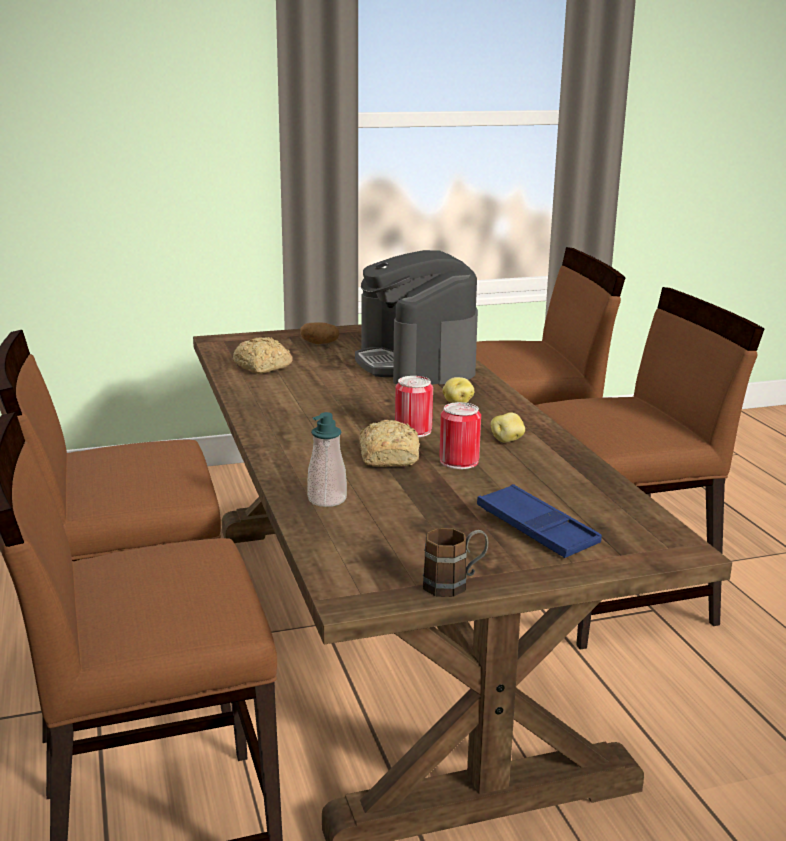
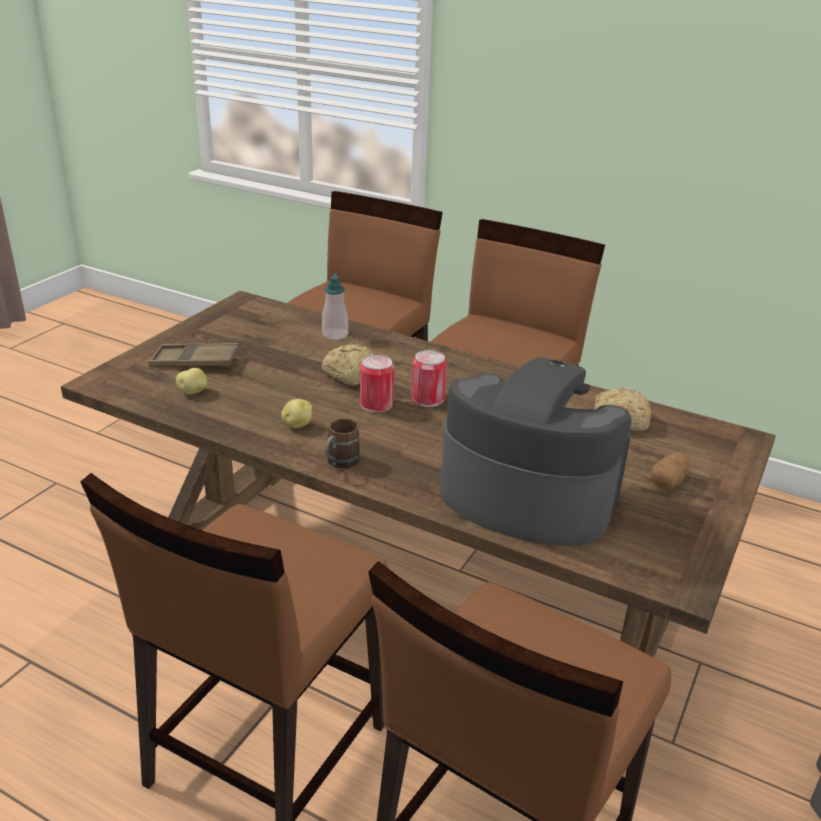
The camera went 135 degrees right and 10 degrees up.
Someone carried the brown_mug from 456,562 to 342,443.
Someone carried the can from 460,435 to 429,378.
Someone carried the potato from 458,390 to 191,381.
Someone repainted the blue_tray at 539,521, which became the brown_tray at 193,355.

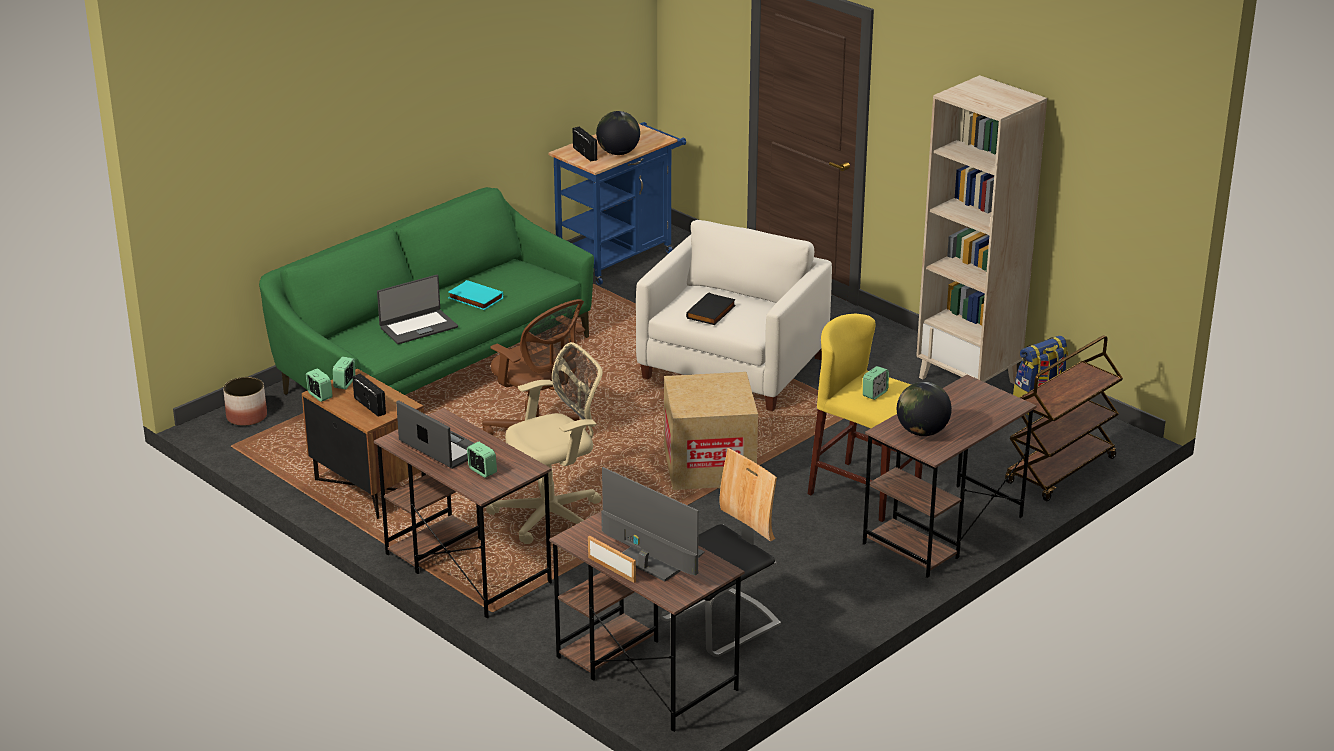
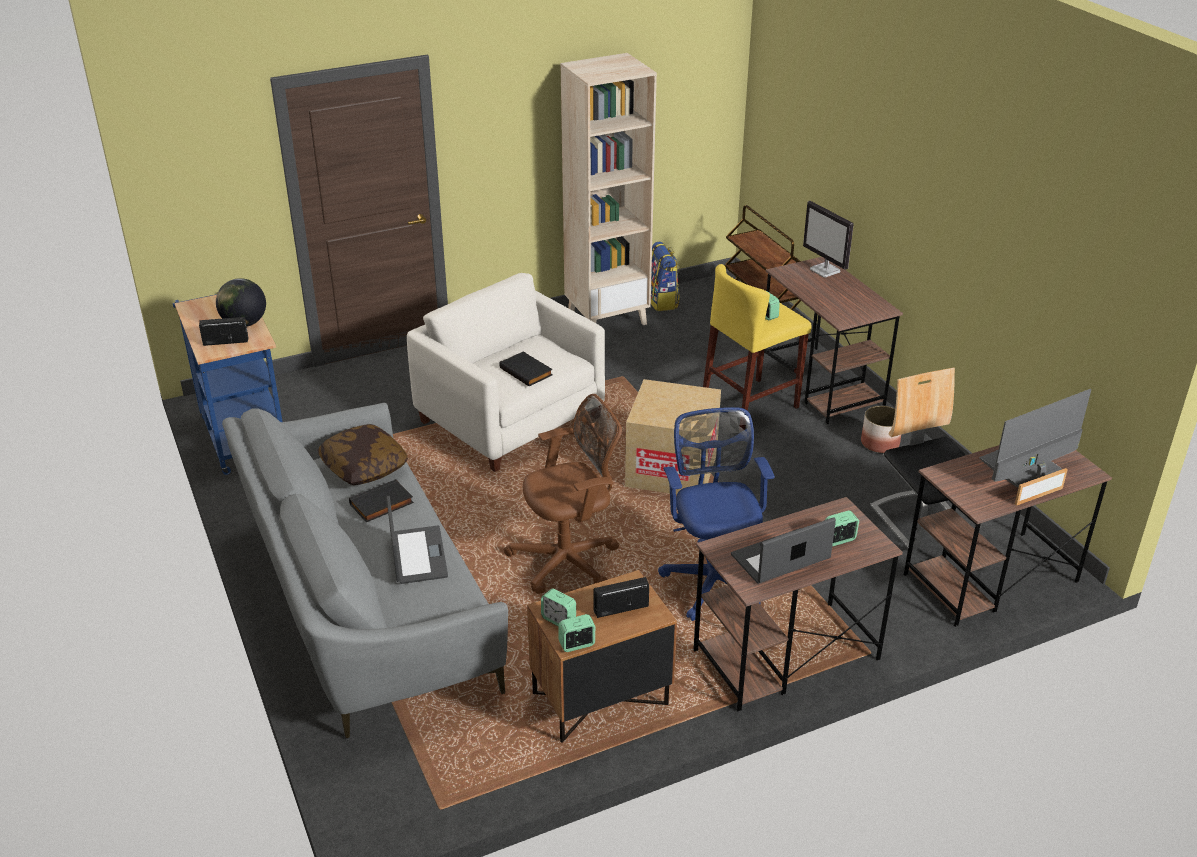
The camera went 70 degrees left and 5 degrees up.
Someone carried the planter from 245,401 to 881,429.
Someone repainted the green_sofa at 426,291, which became the grey_sofa at 365,570.
Someone repainted the turquoise_book at 476,295, which became the black_book at 381,500.
Someone repainted the beige_office_chair at 544,443, which became the blue_office_chair at 716,514.
Someone took away the globe at 924,409.
Someone put down the pillow at 363,454.
Someone put down the monitor at 828,239.

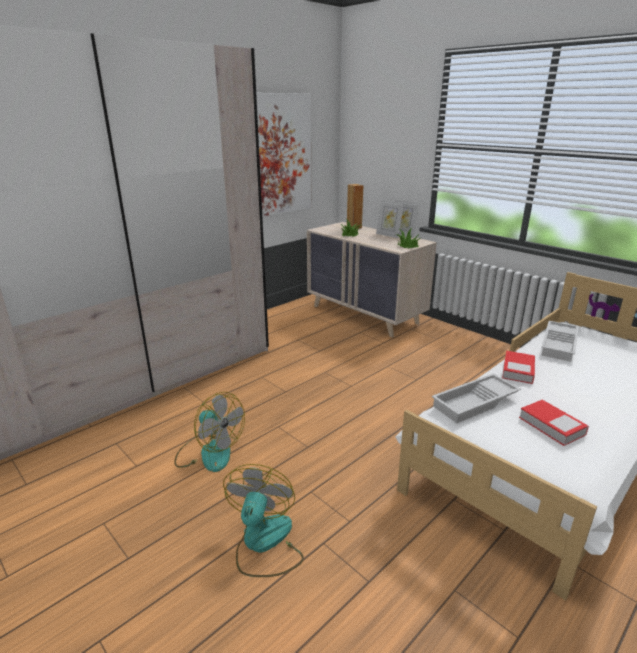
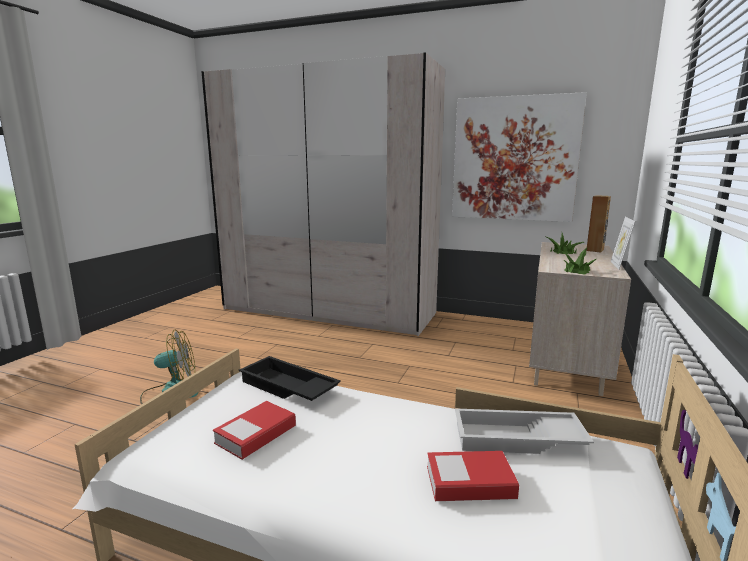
The camera went 65 degrees right and 10 degrees down.
Someone took away the fan at 209,432.
Someone took away the picture_frame at 390,219.
Someone repainted the white_tray at 476,398, which became the black_tray at 290,378.
Someone carried the book from 518,367 to 473,476.

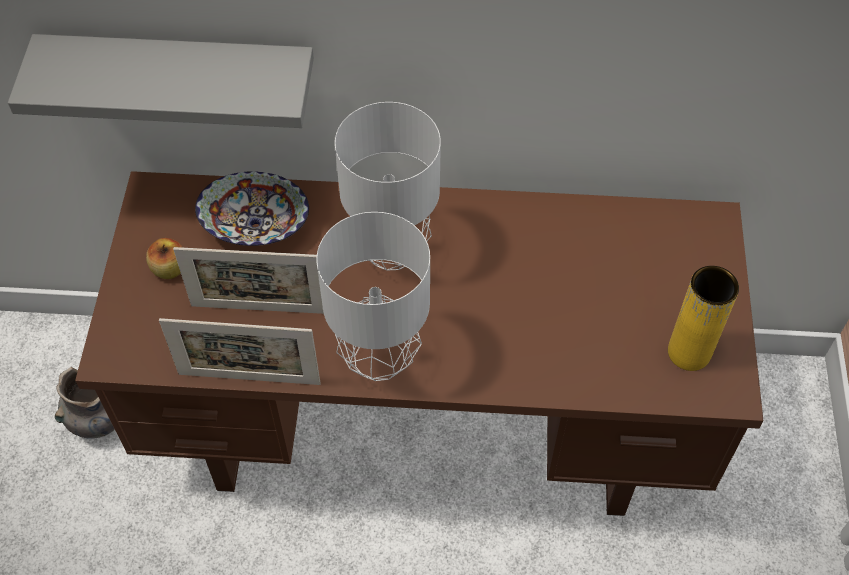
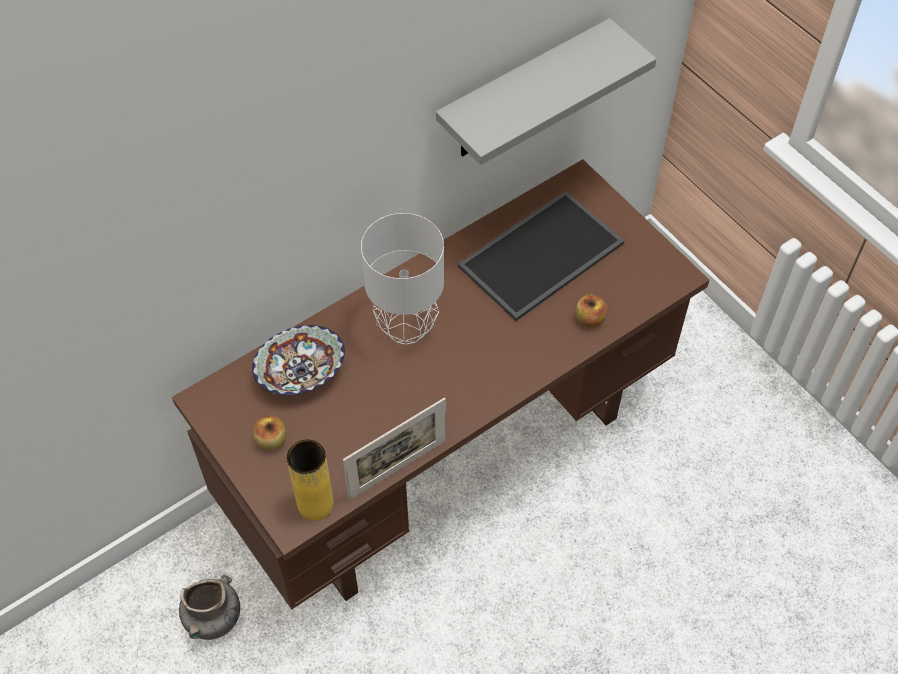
The camera went 40 degrees left and 0 degrees up.
Someone carried the grey_shelf from 161,81 to 546,91.
Someone took away the picture_frame at 248,280.
Someone took away the grey_table_lamp at 373,296.
Someone carried the yellow_vase from 703,318 to 310,480.
Someone put down the tray at 541,256.
Someone put down the apple at 591,310.

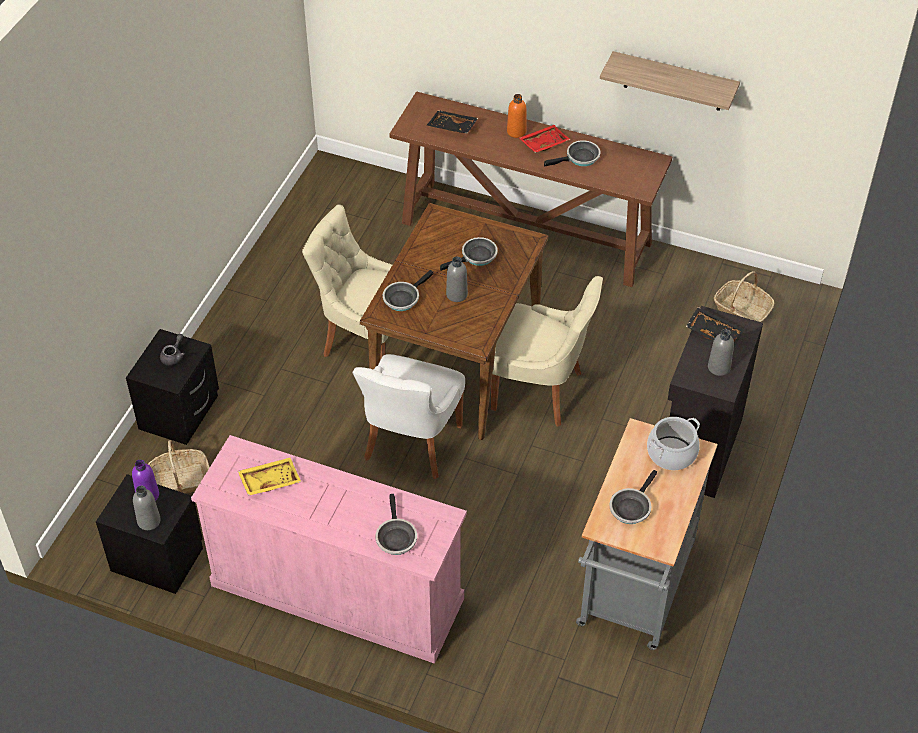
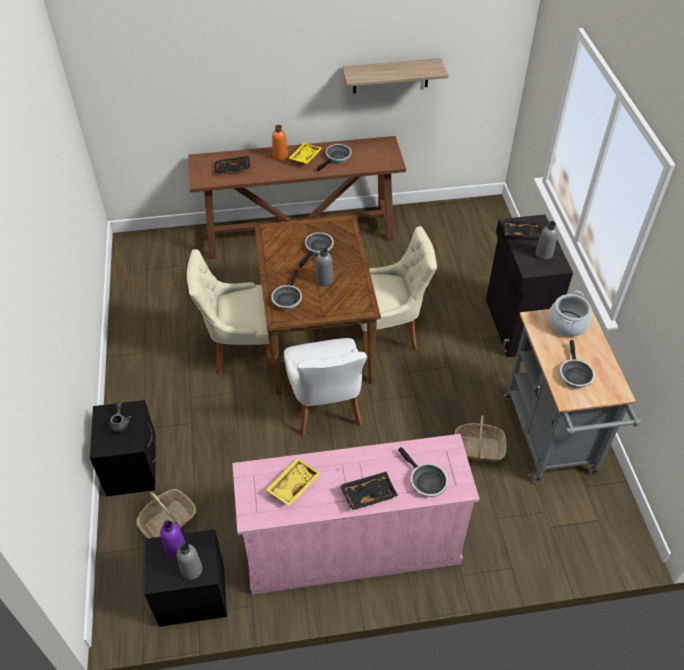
The camera went 30 degrees left and 0 degrees up.
Someone repainted the red_tray at 544,139, which became the yellow_tray at 305,153.
Someone carried the basket from 744,296 to 481,439.
Someone put down the black_tray at 369,491.

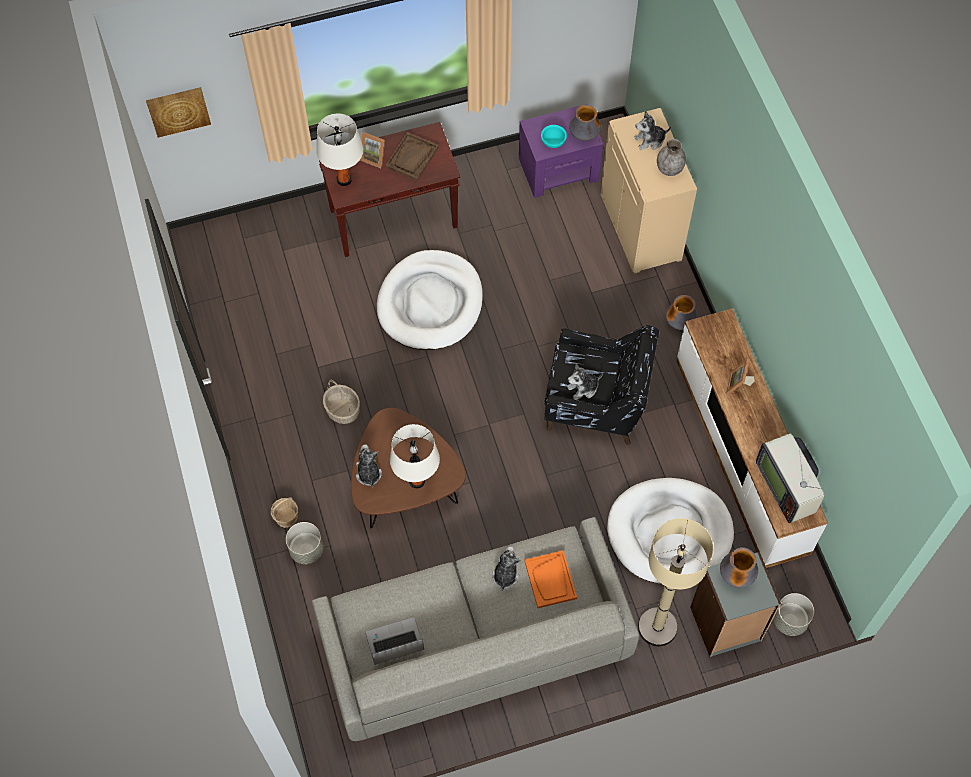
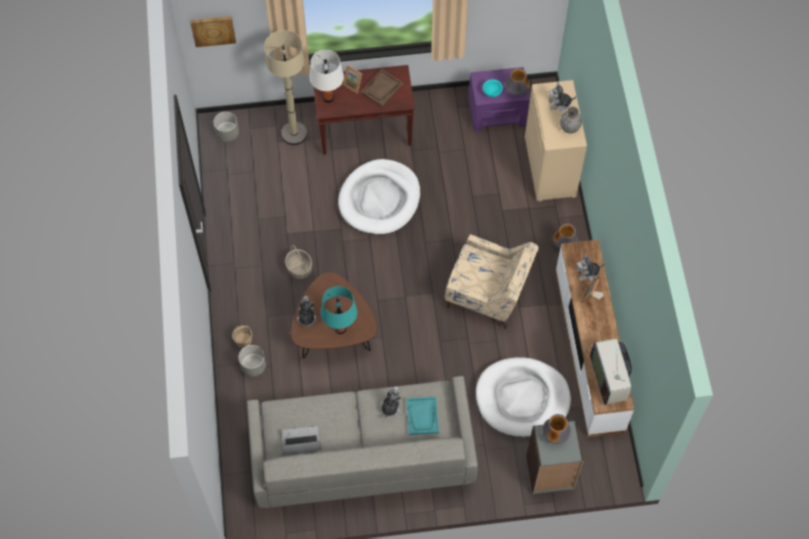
The camera went 10 degrees right and 0 degrees up.
Someone repainted the white_table_lamp at 415,456, which became the turquoise_table_lamp at 339,310.
Someone repainted the orange_tray at 551,579, which became the turquoise_tray at 422,416.
Someone repainted the black_armchair at 601,385, which became the beige_armchair at 492,281.
Someone carried the plush_toy from 585,382 to 590,267.
Someone carried the beige_floor_lamp from 675,582 to 285,87.
Someone carried the grey_planter from 794,614 to 226,127.

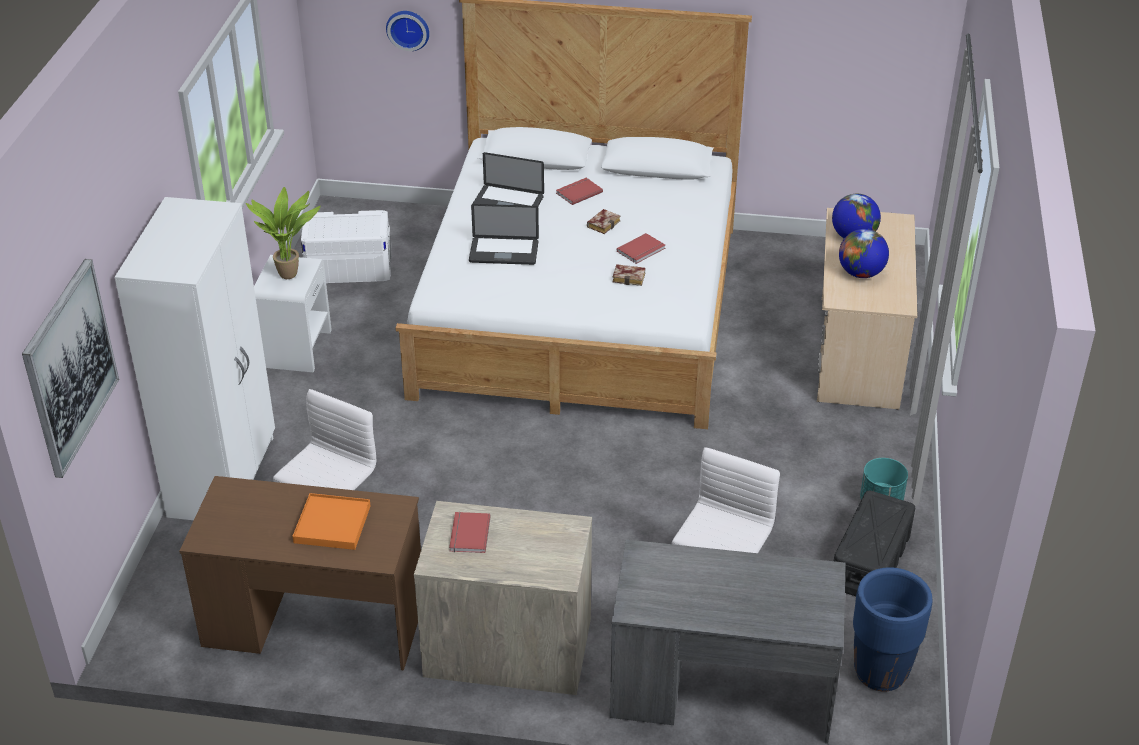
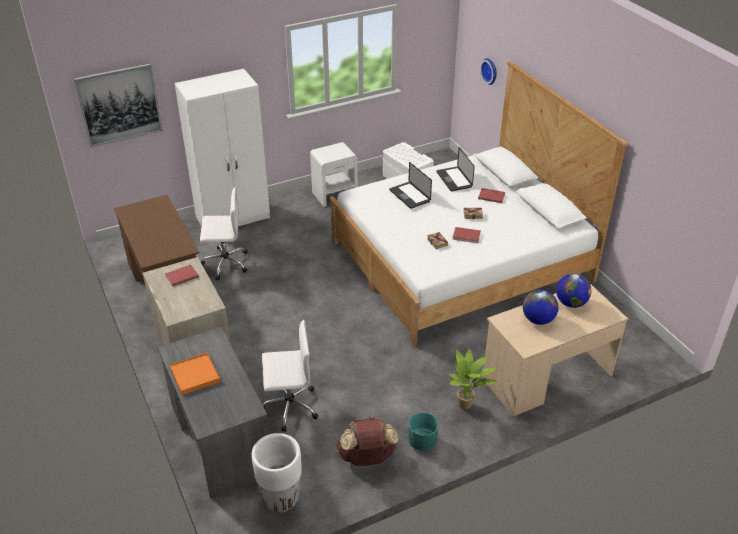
The camera went 55 degrees right and 0 degrees up.
Someone carried the potted_plant from 283,233 to 472,379.
Someone carried the orange_tray from 331,521 to 195,374.
Someone swapped the black_storage_box at 874,543 for the brown_backpack at 367,441.
Someone repainted the blue_planter at 892,629, which became the white_planter at 276,473.

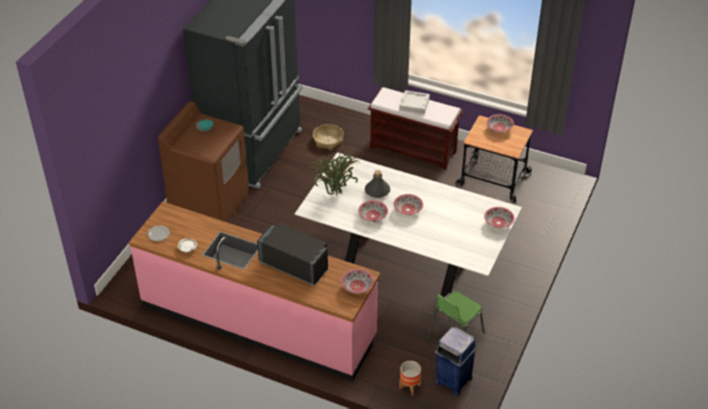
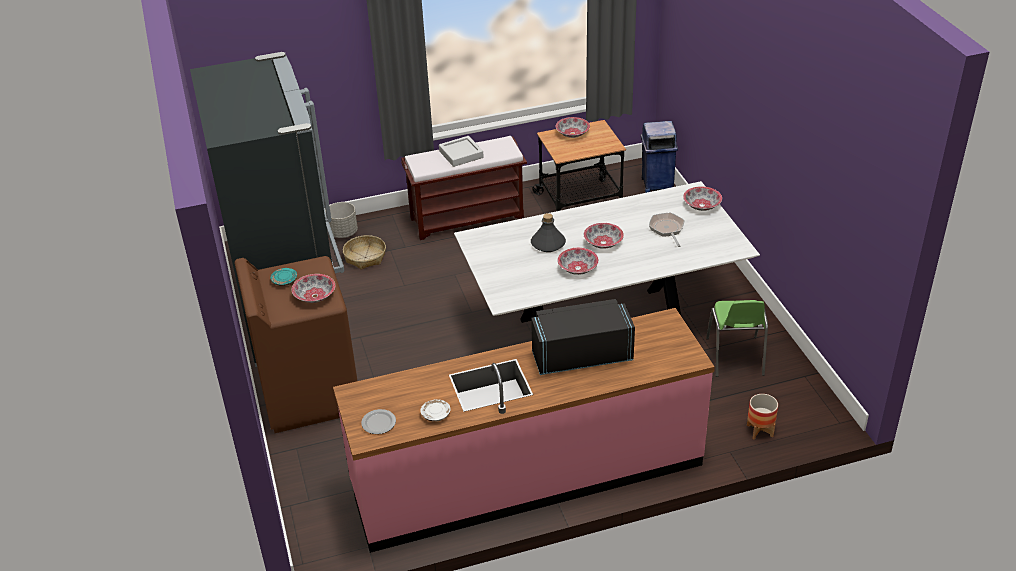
The camera went 40 degrees left and 5 degrees down.
Someone took away the potted_plant at 334,175.
Someone carried the bowl from 357,281 to 313,288.
Someone carried the blue_trash_can from 456,361 to 659,157.
Someone put down the grey_planter at 341,220.
Someone put down the frying_pan at 667,229.

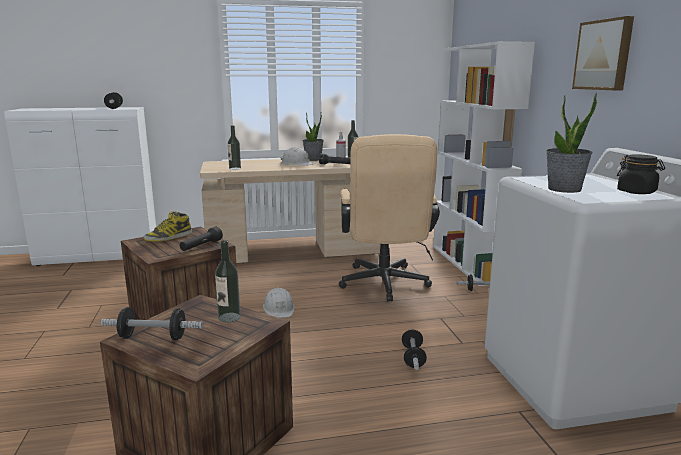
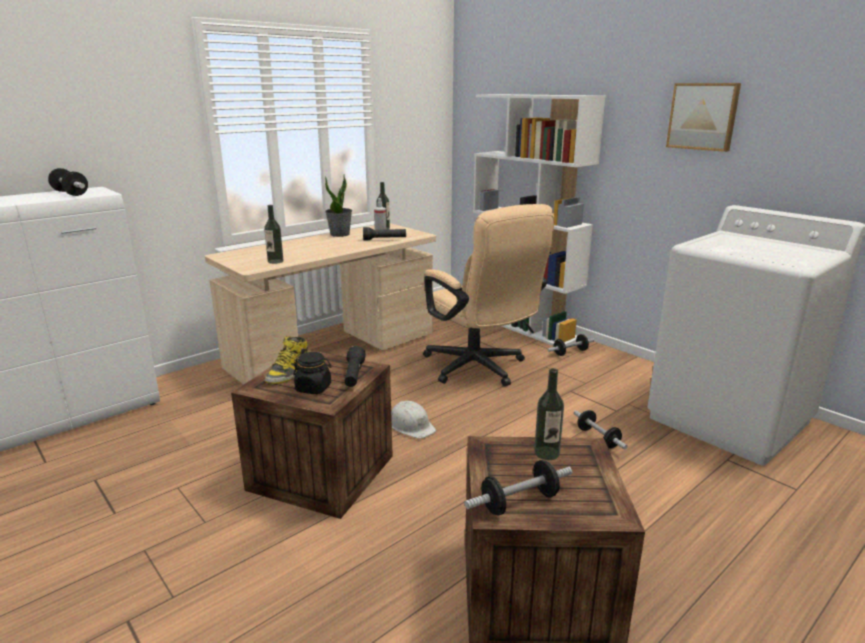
The camera went 30 degrees left and 5 degrees up.
Someone took away the white_hard_hat at 298,156.
Someone took away the potted_plant at 571,142.
Someone carried the black_jar from 641,174 to 312,373.

